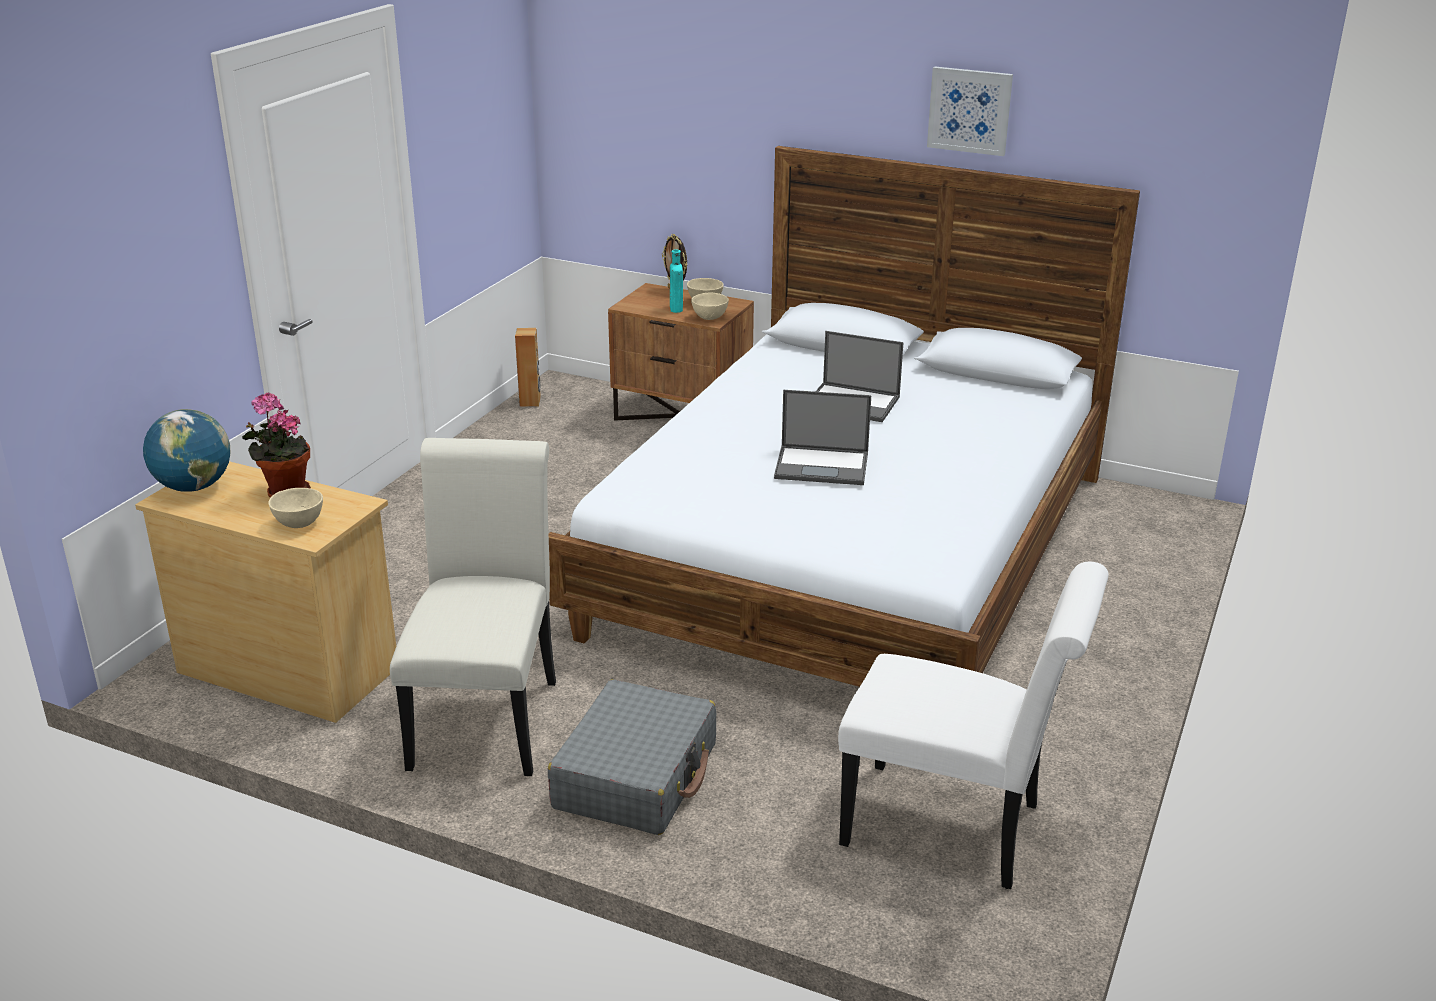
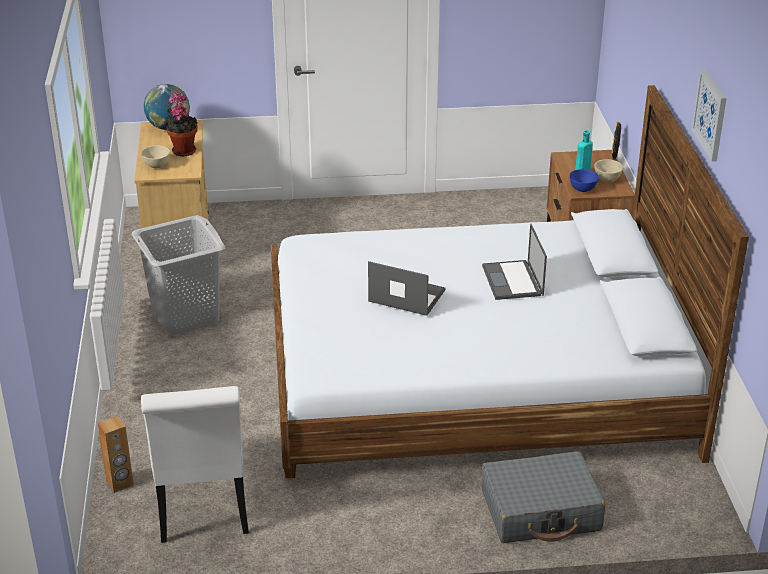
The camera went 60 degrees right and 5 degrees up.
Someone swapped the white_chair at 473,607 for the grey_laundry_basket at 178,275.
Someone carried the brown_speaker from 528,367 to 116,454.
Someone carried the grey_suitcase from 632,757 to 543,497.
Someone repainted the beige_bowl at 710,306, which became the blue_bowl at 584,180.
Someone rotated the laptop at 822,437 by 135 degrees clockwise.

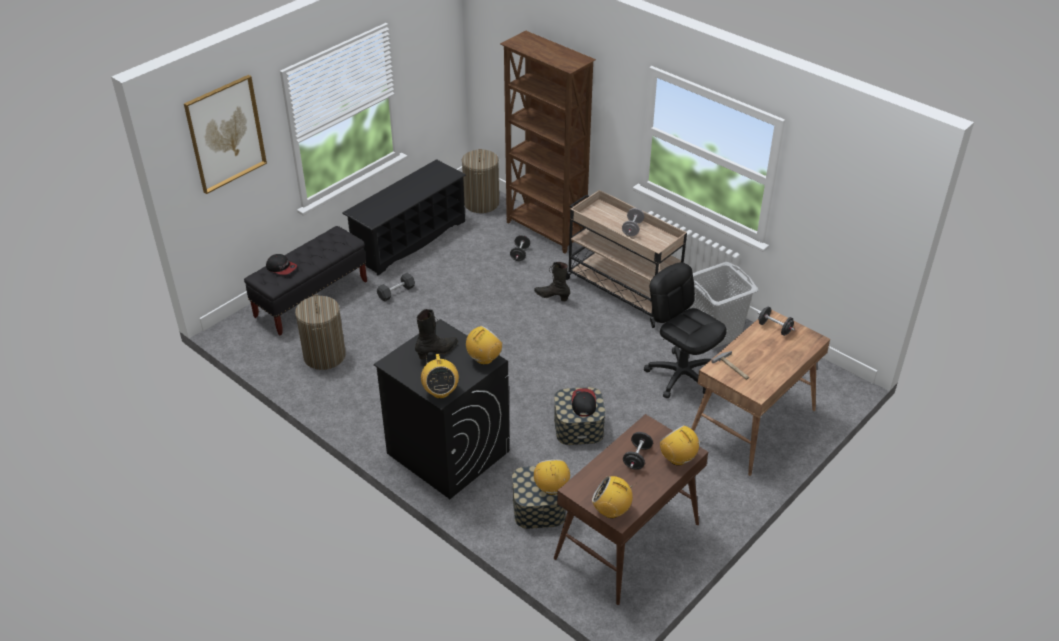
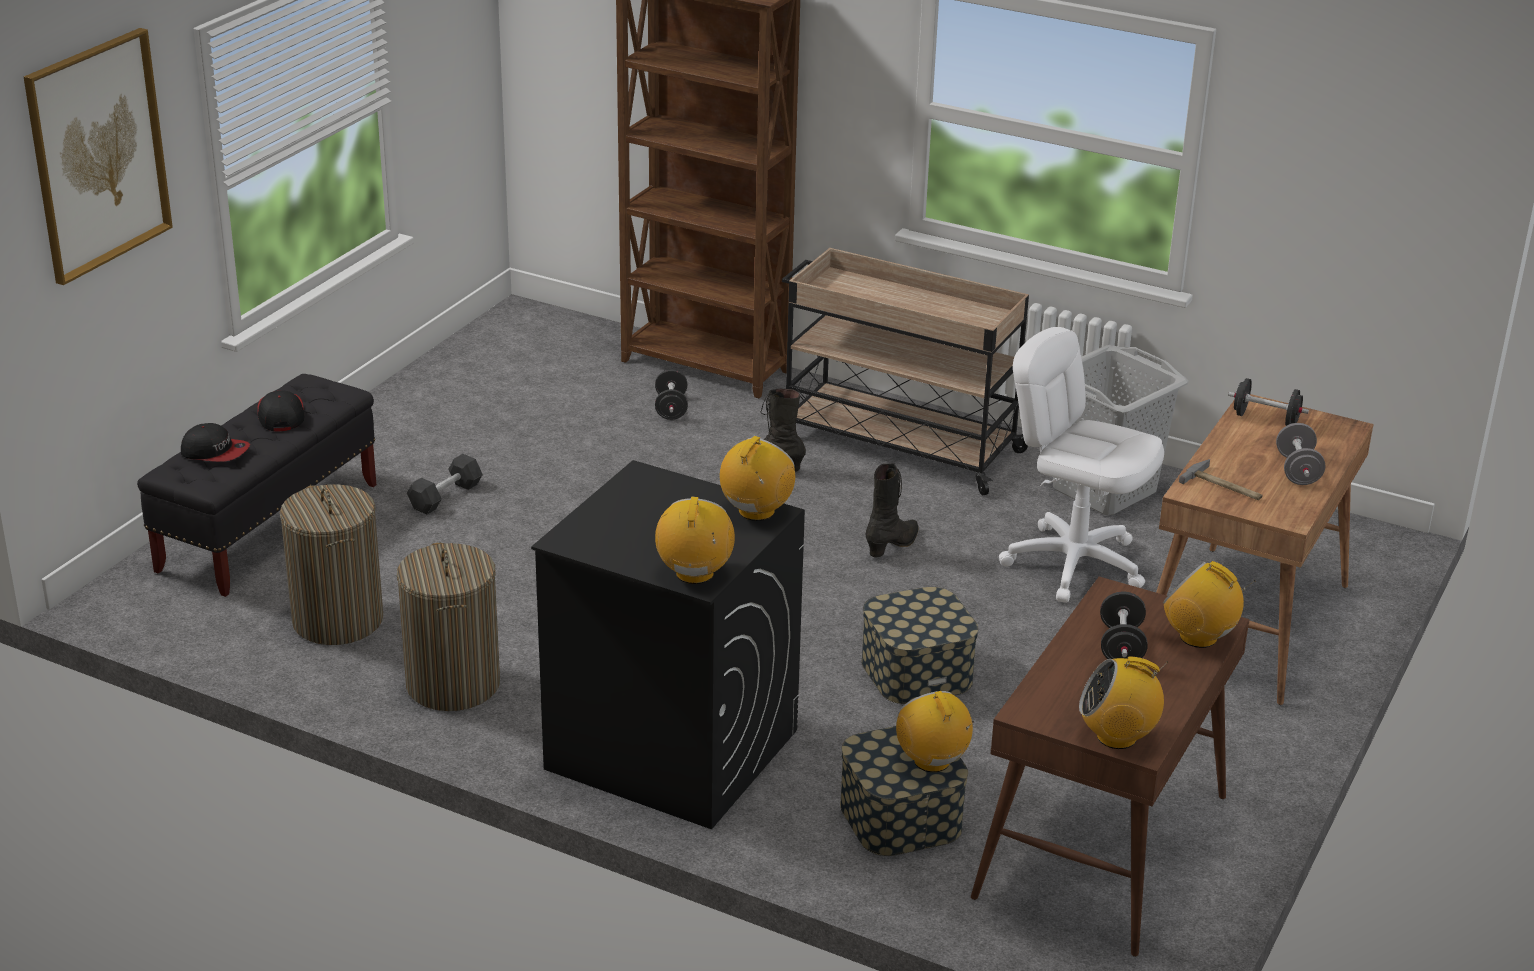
The camera went 15 degrees left and 10 degrees down.
Someone took away the black_shoe_rack at 404,217.
Someone carried the black_boot from 436,334 to 892,510.
Someone rotated the radio at 440,376 by 150 degrees counterclockwise.
Someone carried the laundry_basket from 480,181 to 448,627.
Someone carried the cap from 584,402 to 281,411.
Someone carried the grey_dumbbell from 633,222 to 1301,454.
Someone repainted the black_office_chair at 685,330, which became the white_office_chair at 1081,465.

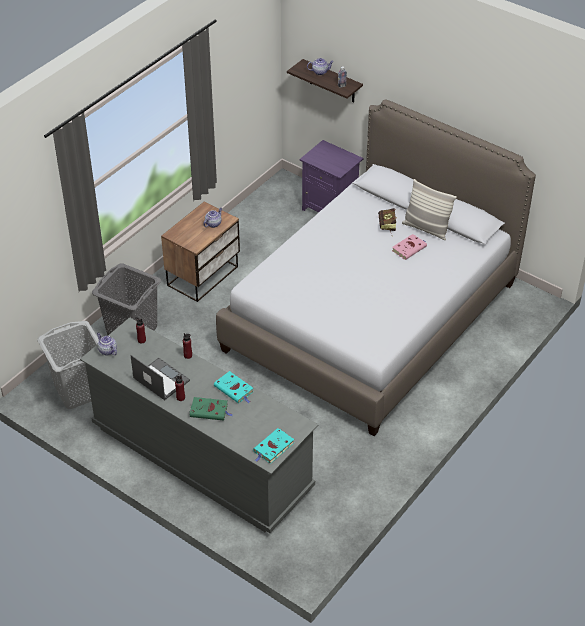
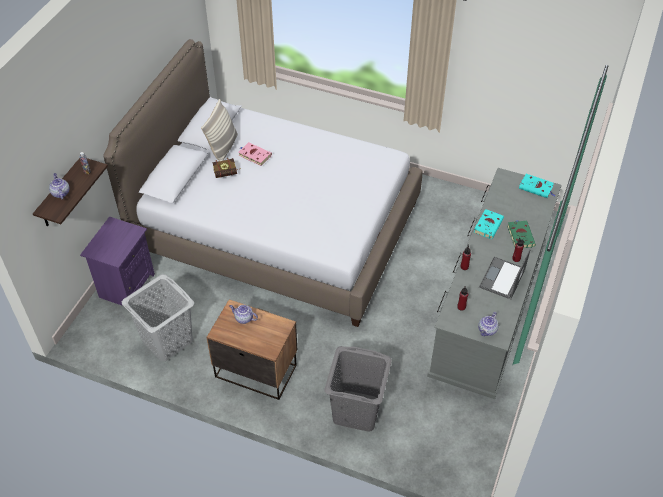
The camera went 105 degrees left and 5 degrees up.
Someone carried the grey_laundry_basket from 68,365 to 158,317.

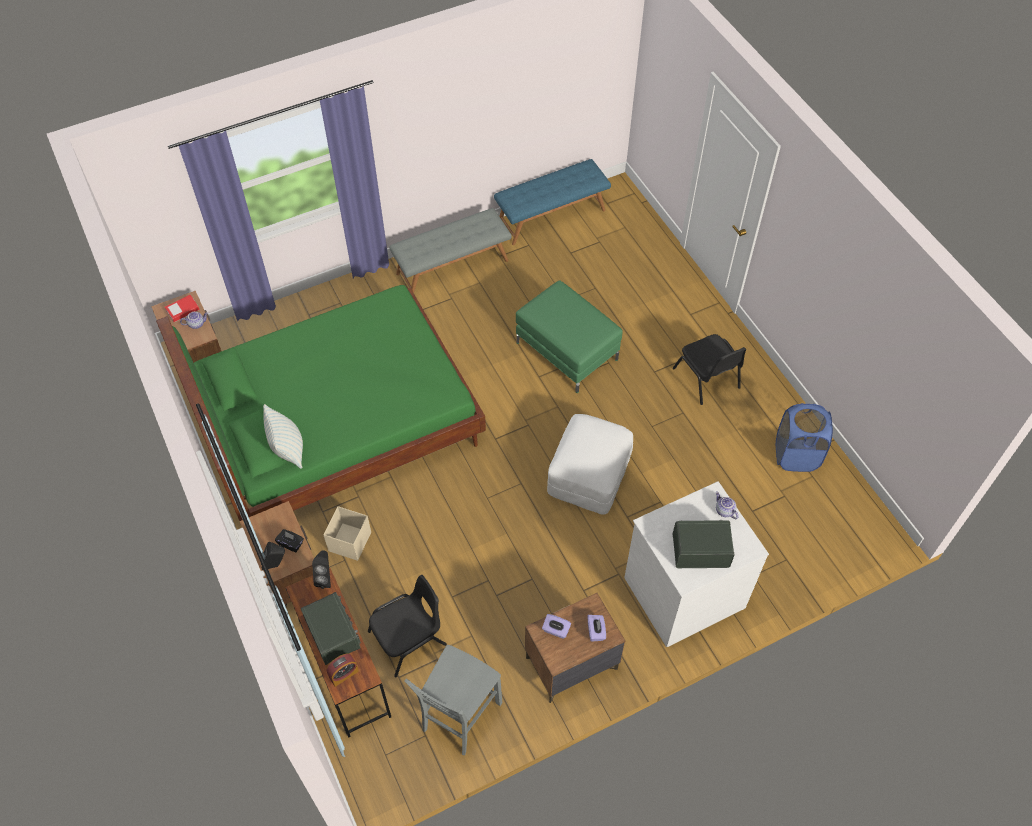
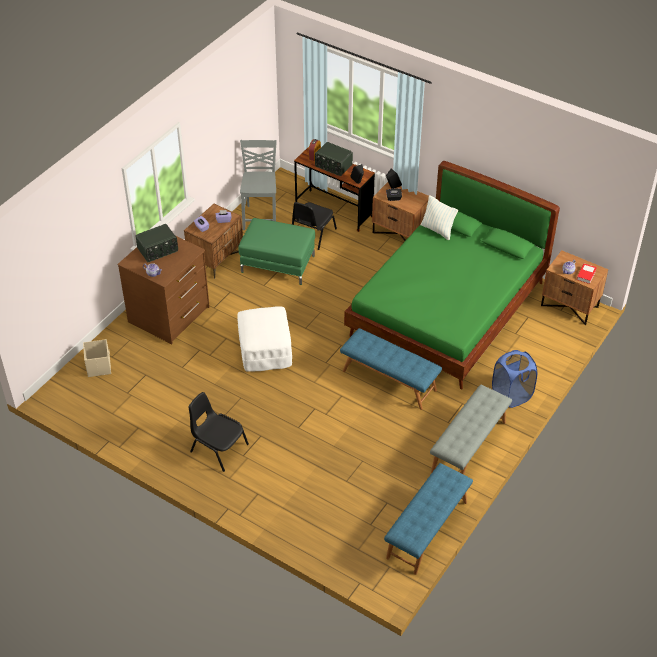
The camera went 150 degrees right and 10 degrees down.
Someone carried the beige_storage_box from 347,533 to 97,358.
Someone carried the green_ottoman from 569,336 to 277,251.
Someone repainted the white_dresser at 696,564, which became the brown_dresser at 164,290.
Someone carried the blue_laundry_basket from 804,437 to 514,379.
Someone put down the blue_bench at 391,369.

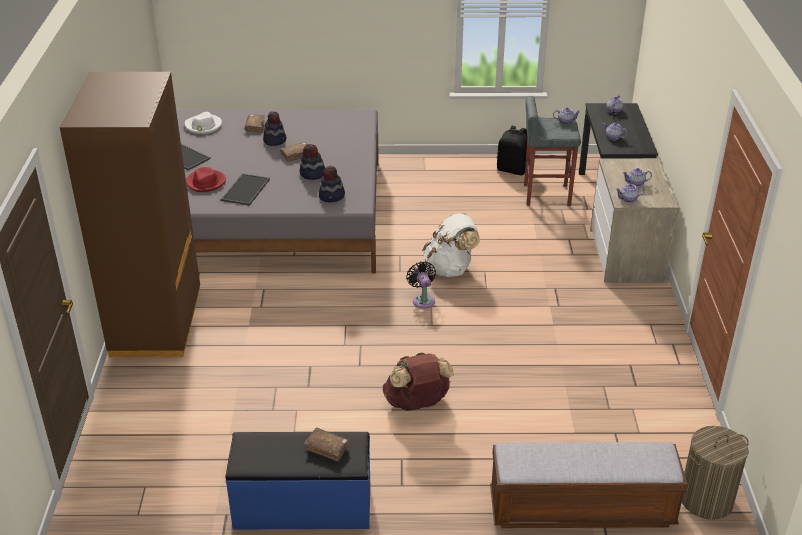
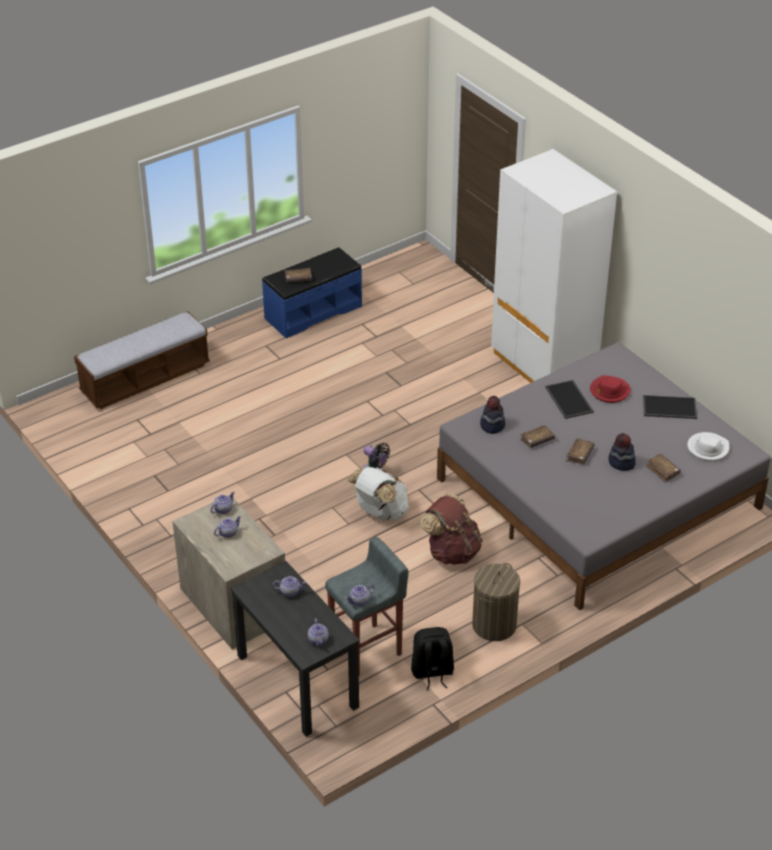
The camera went 145 degrees right and 5 degrees up.
Someone repainted the brown_wardrobe at 130,214, which became the white_wardrobe at 554,266.
Someone swapped the hat at 312,162 for the brown_book at 537,436.
Someone carried the brown_backpack from 418,381 to 451,529.
Someone carried the laundry_basket from 715,473 to 496,602.

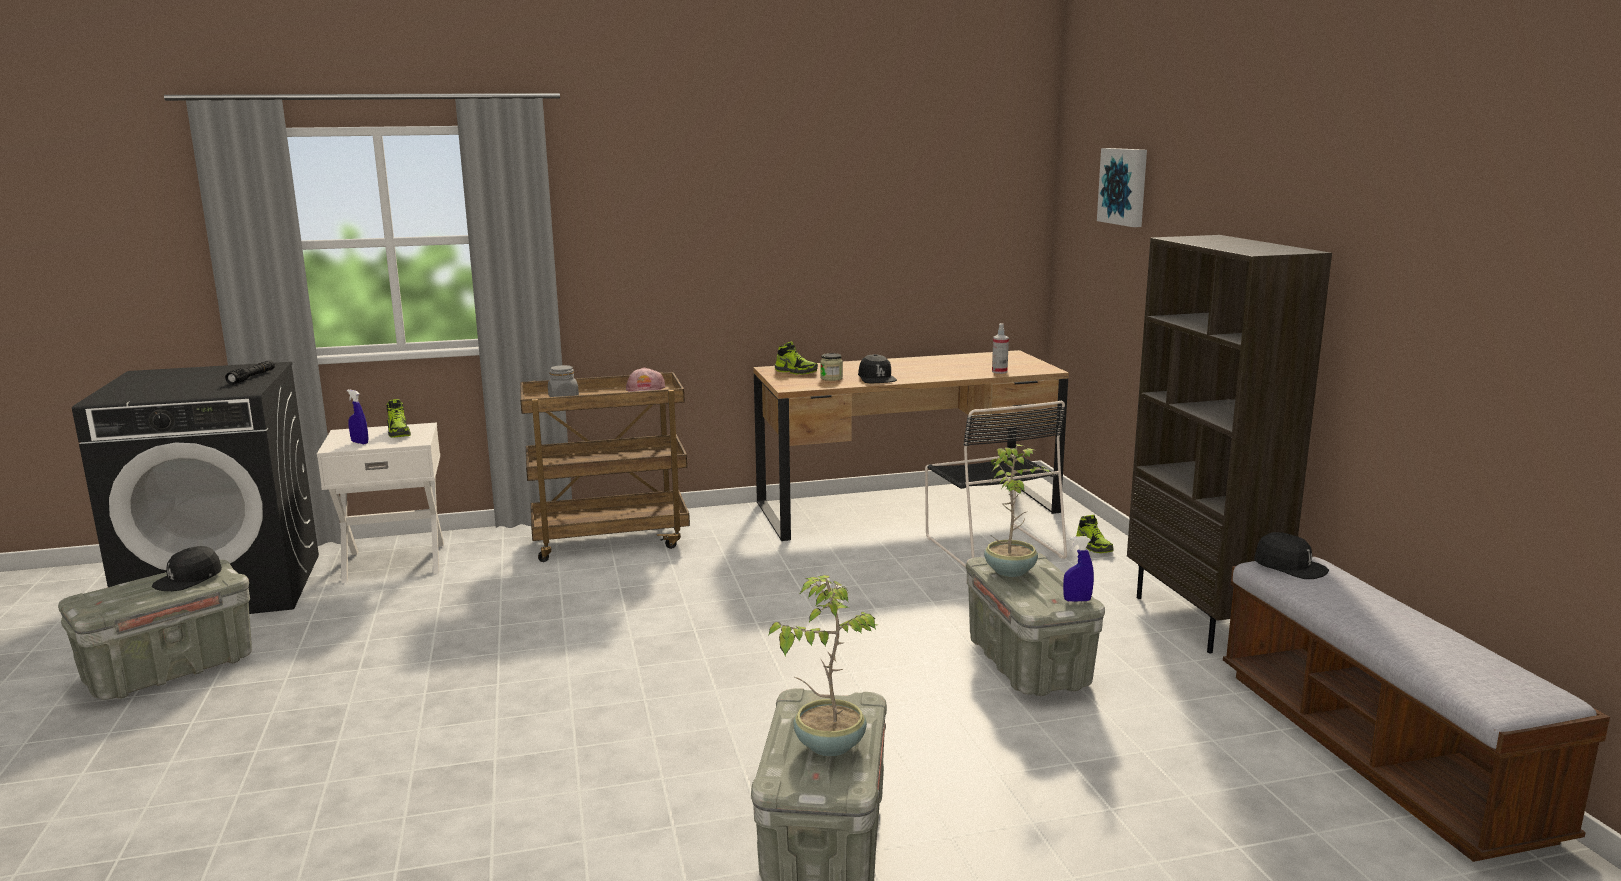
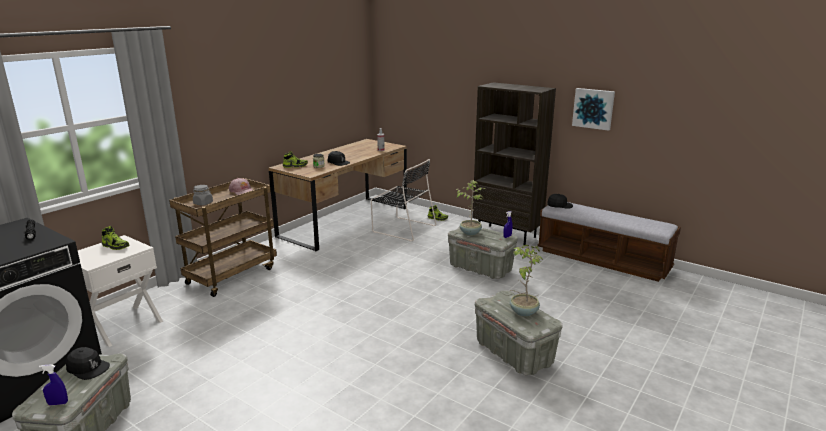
The camera went 40 degrees left and 5 degrees up.
Someone rotated the black_cap at 187,568 by 60 degrees counterclockwise.
Someone carried the blue_spray_bottle from 357,417 to 53,384.
Someone carried the picture from 1122,187 to 593,109.

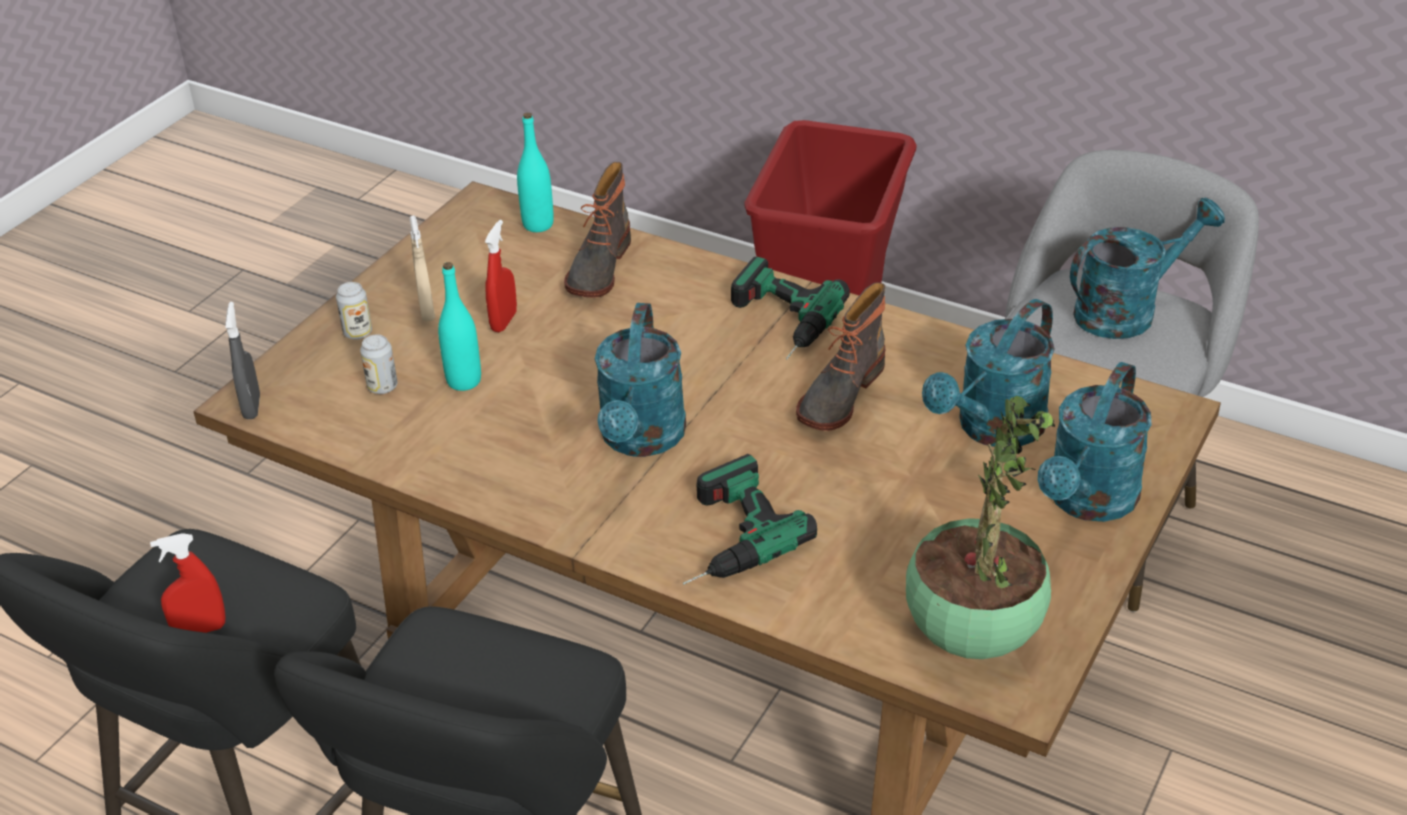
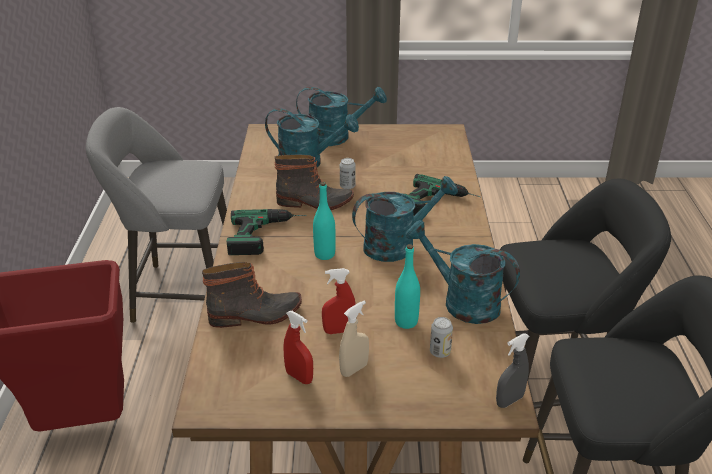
The camera went 120 degrees left and 5 degrees down.
Someone carried the red_spray_bottle from 188,583 to 298,347.
Someone carried the can from 354,311 to 348,173.
Someone carried the turquoise_bottle from 535,172 to 324,221.
Someone took away the potted_plant at 980,527.
Someone carried the turquoise_watering_can from 1147,268 to 463,272.

